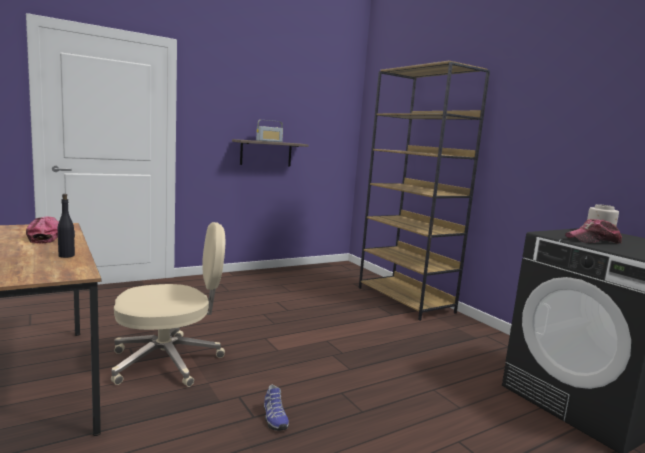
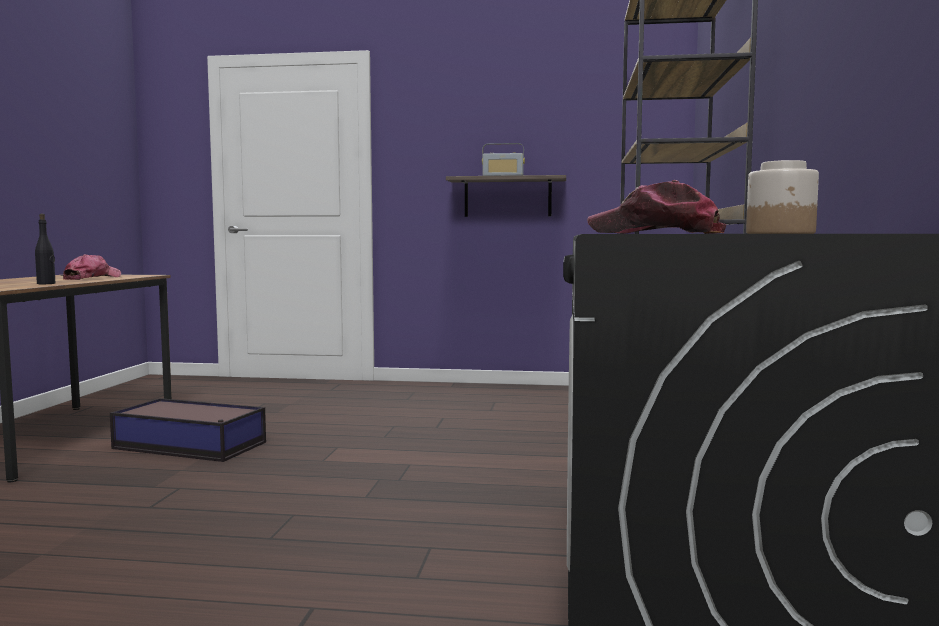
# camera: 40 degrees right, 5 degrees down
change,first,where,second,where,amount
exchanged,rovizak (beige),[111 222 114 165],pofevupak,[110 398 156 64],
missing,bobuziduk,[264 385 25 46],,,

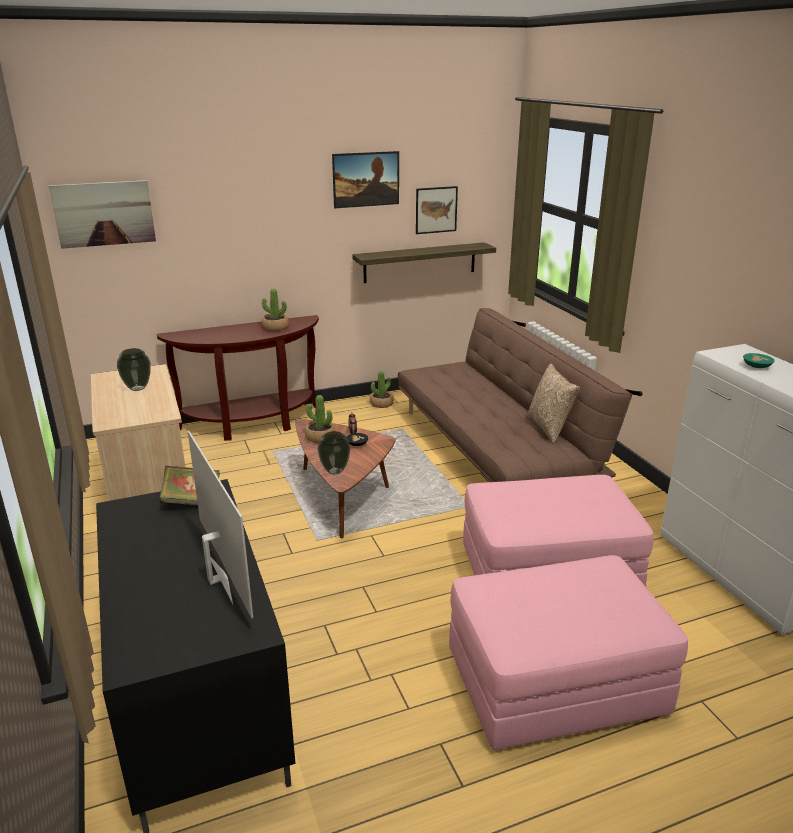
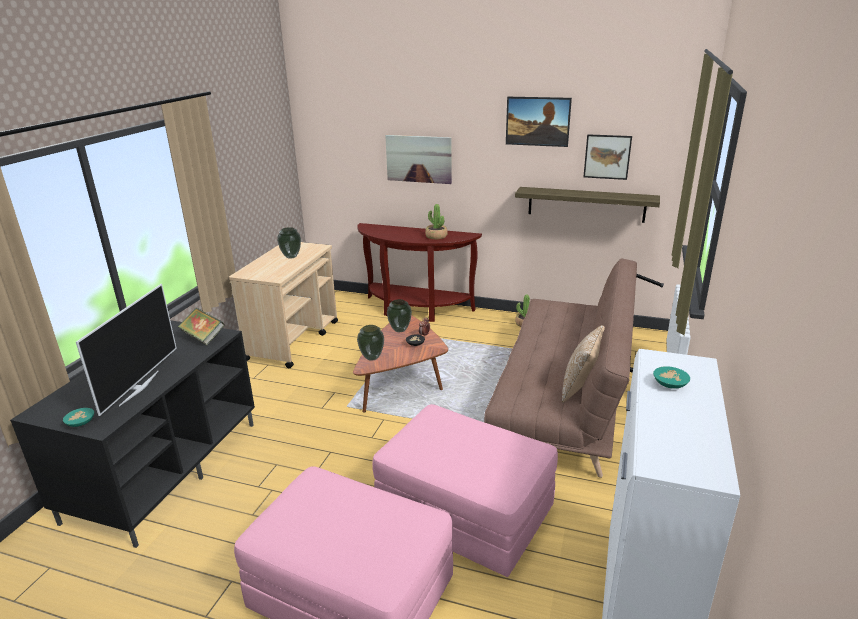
# camera: 40 degrees right, 0 degrees up
change,first,where,second,where,amount
relocated,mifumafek,[49 180 107 69],,[385 135 67 49],
exchanged,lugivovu,[305 395 30 48],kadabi,[387 299 25 33],
appeared,,,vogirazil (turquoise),[63 408 31 19],

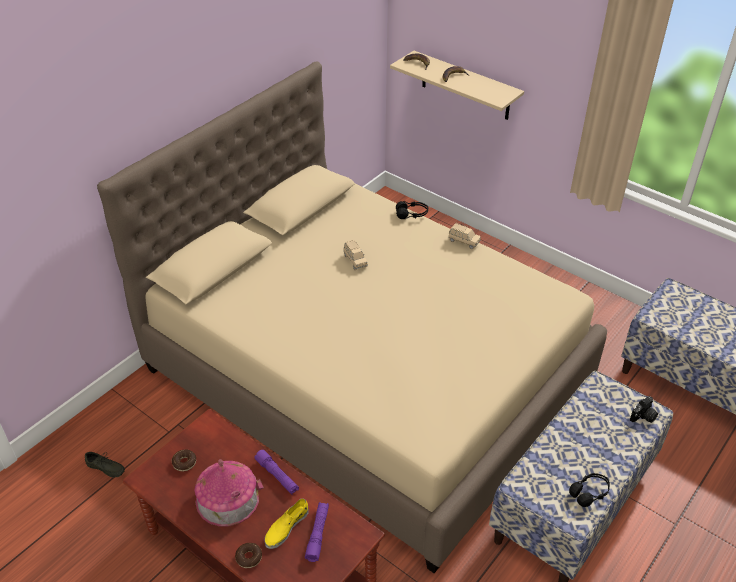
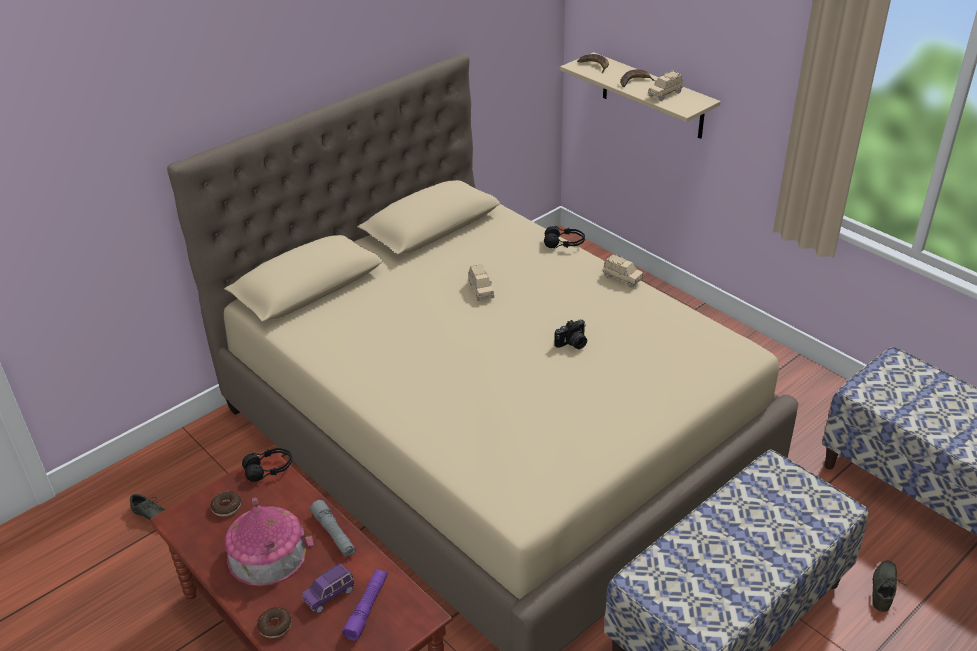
# camera: 10 degrees right, 5 degrees down
change,first,where,second,where,amount
relocated,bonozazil,[630 396 28 27],,[554 319 33 30],
colour,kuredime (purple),[255 450 44 45],kuredime (grey),[310 500 46 57],
relocated,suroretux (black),[569 473 41 34],,[242 448 50 34],
exchanged,bobuziduk (yellow),[265 498 43 51],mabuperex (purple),[302 563 53 50],
appeared,,,mabuperex (beige),[648 71 35 30],
appeared,,,bobuziduk (grey),[872 560 35 52],

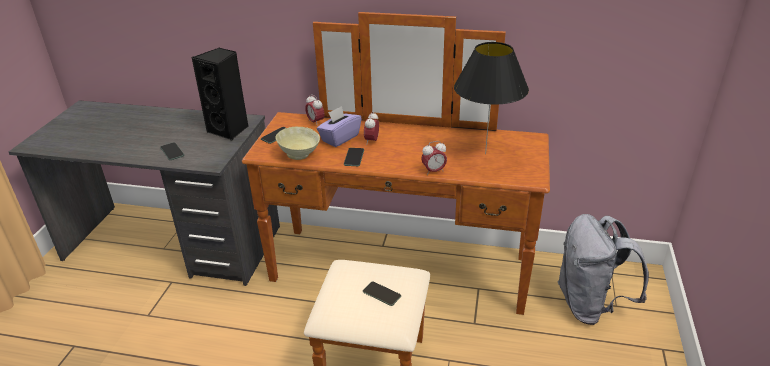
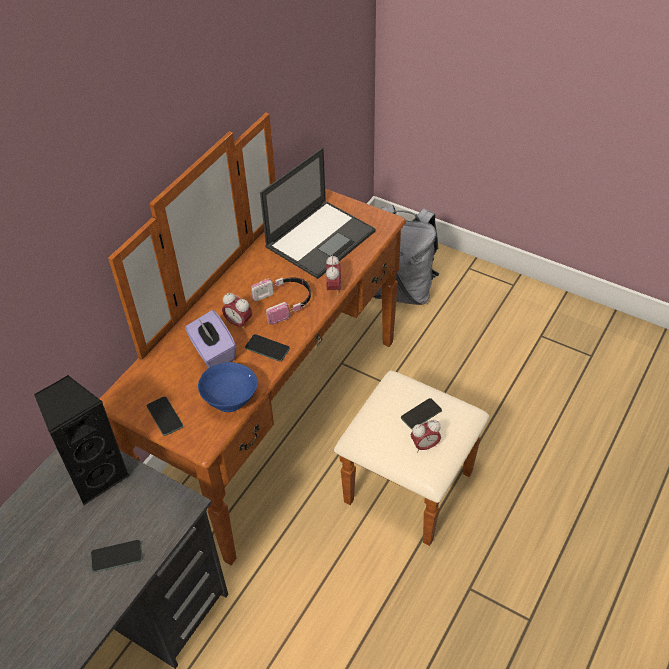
# camera: 70 degrees left, 15 degrees up
change,first,where,second,where,amount
exchanged,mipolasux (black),[454 42 75 112],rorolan,[260 148 116 131],
relocated,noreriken,[305 94 20 30],,[411 420 30 33],
colour,vogirazil (beige),[276 127 44 33],vogirazil (blue),[198 362 60 50],
appeared,,,suroretux,[251 277 60 48],

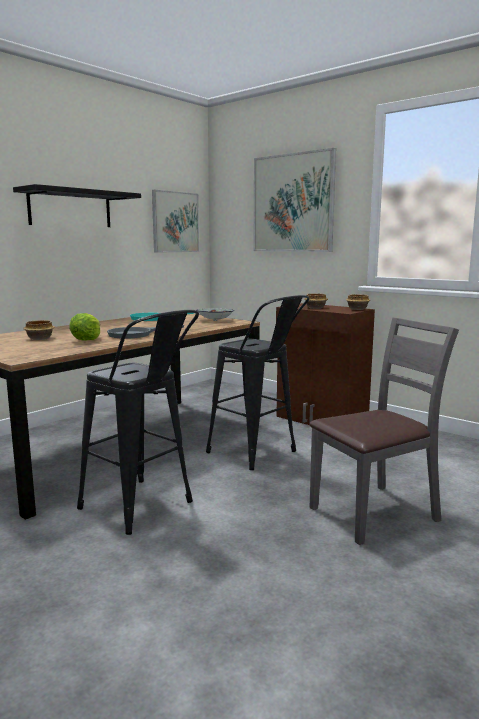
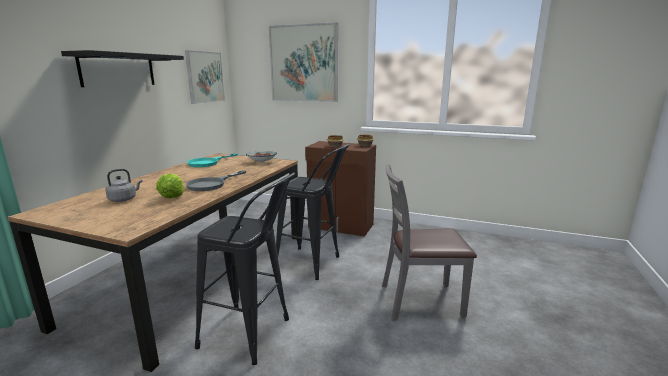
# camera: 20 degrees left, 5 degrees up
change,first,where,second,where,amount
spun,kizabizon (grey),[309 317 150 228],,[382 164 95 157],135 degrees counterclockwise
exchanged,vogirazil,[23 320 32 20],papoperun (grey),[105 169 37 33],

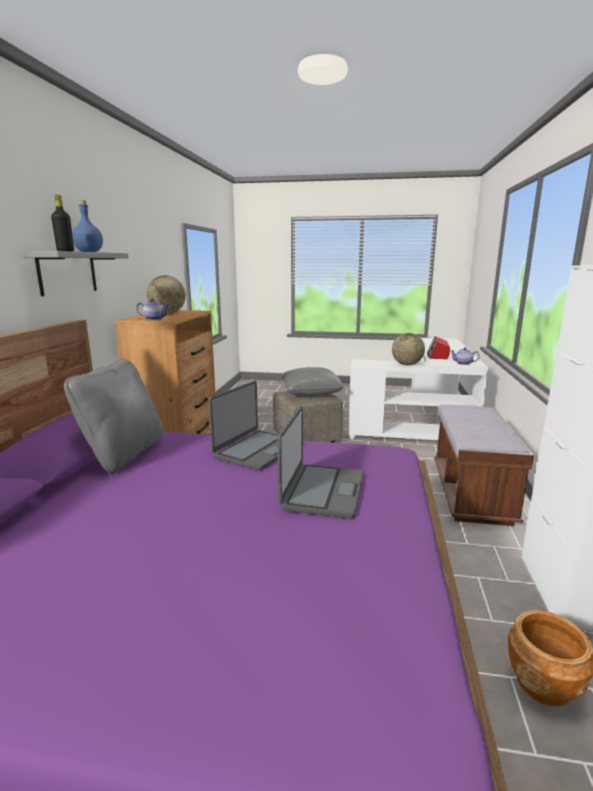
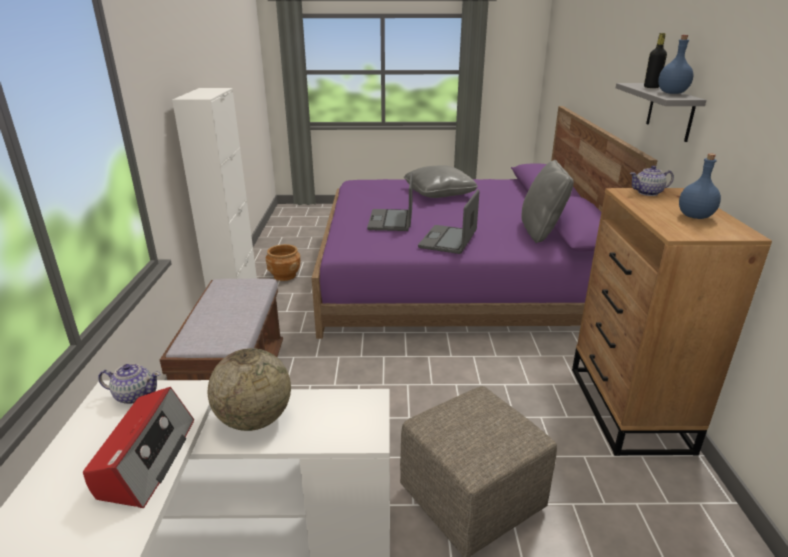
# camera: 170 degrees right, 10 degrees up
change,first,where,second,where,amount
exchanged,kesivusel,[147 275 39 39],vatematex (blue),[679 153 42 66],
relocated,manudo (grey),[281 367 63 29],,[404 165 74 33],

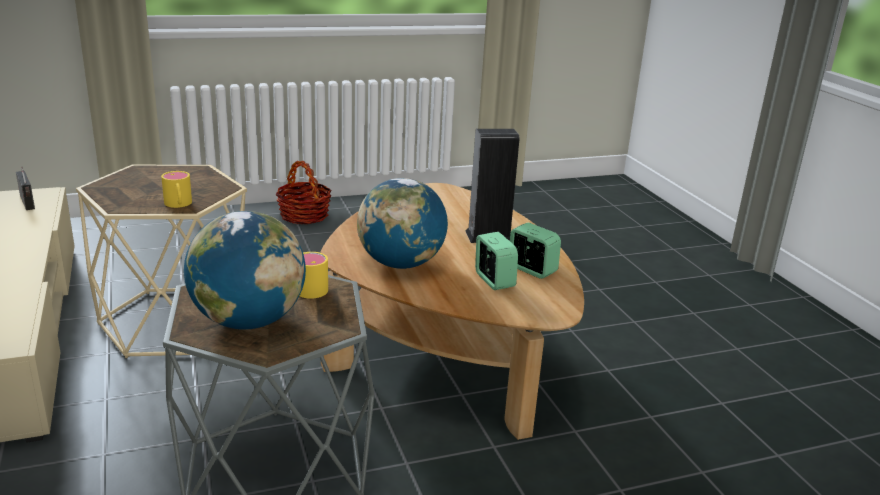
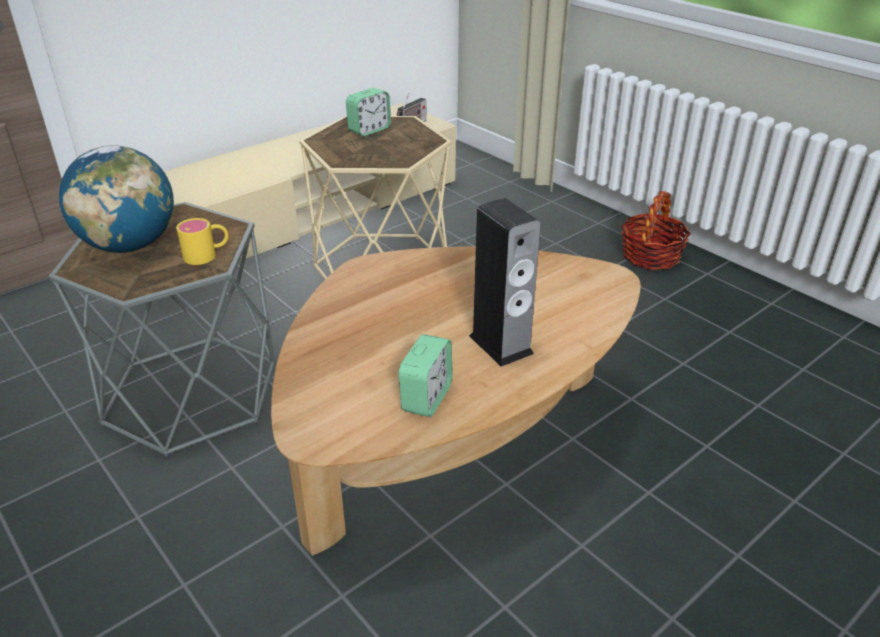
# camera: 70 degrees right, 10 degrees up
change,first,where,second,where,amount
missing,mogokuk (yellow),[161 171 31 37],,,
missing,kesivusel,[357 178 91 91],,,
relocated,noreriken,[475 232 43 58],,[346 88 45 48],

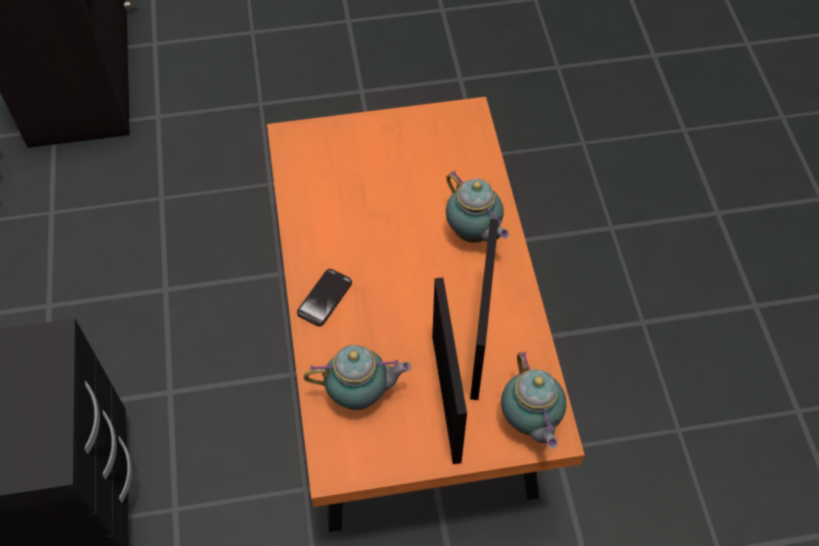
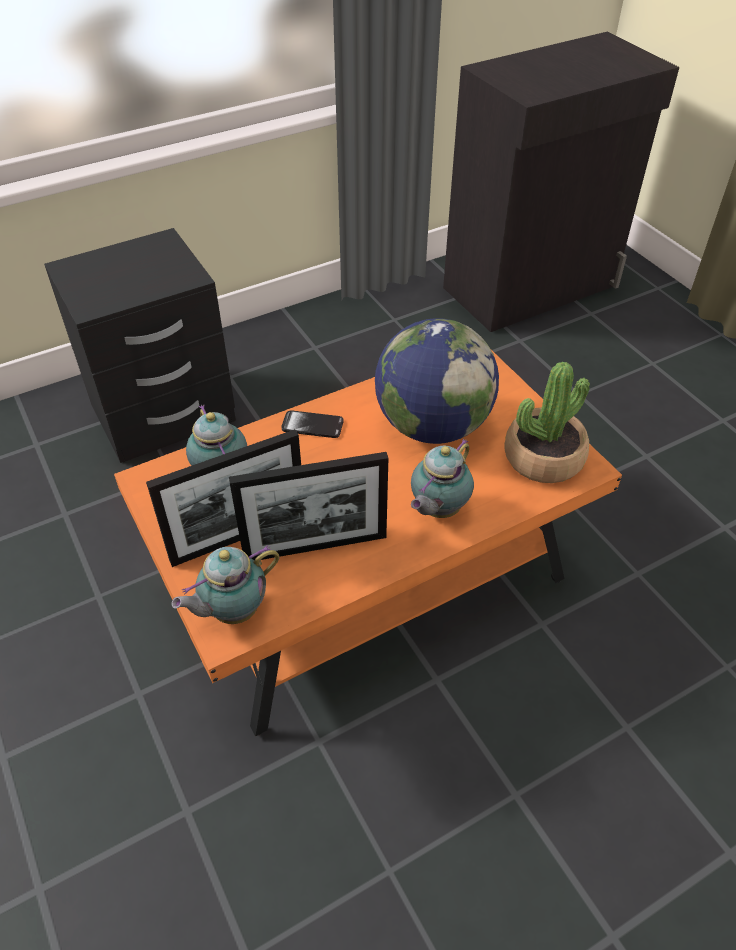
# camera: 70 degrees right, 10 degrees down
change,first,where,second,where,amount
appeared,,,kesivusel,[375 318 124 126],
appeared,,,lugivovu,[504 362 86 121],

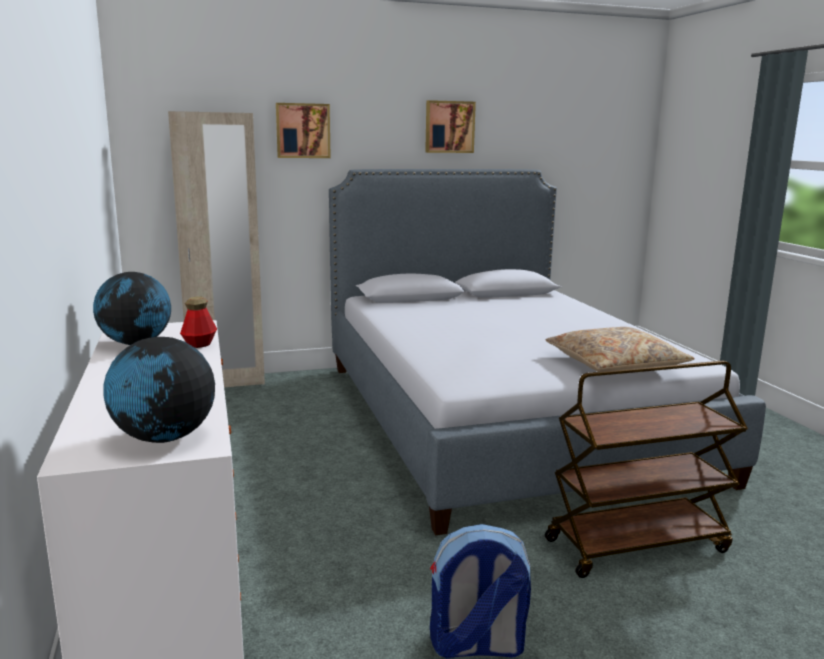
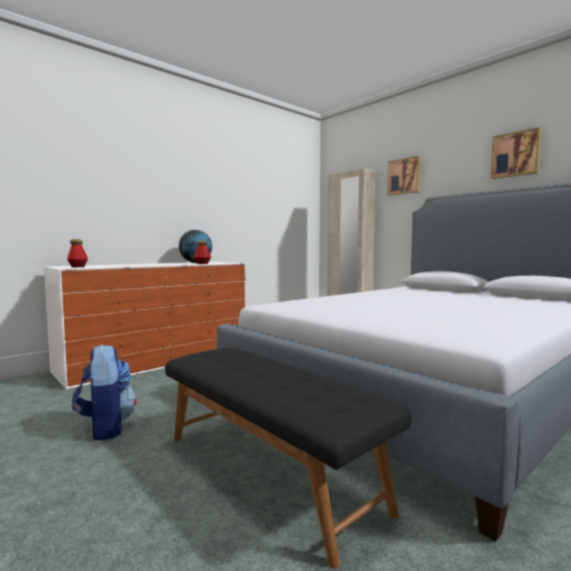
# camera: 65 degrees right, 10 degrees down
change,first,where,second,where,amount
missing,manudo (beige),[546 327 149 45],,,
exchanged,kesivusel,[103 337 112 106],vatematex,[67 239 21 28],
exchanged,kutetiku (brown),[545 361 203 217],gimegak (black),[165 348 247 221],

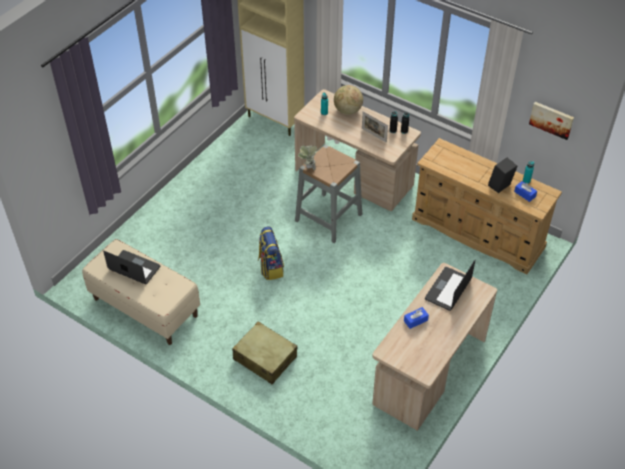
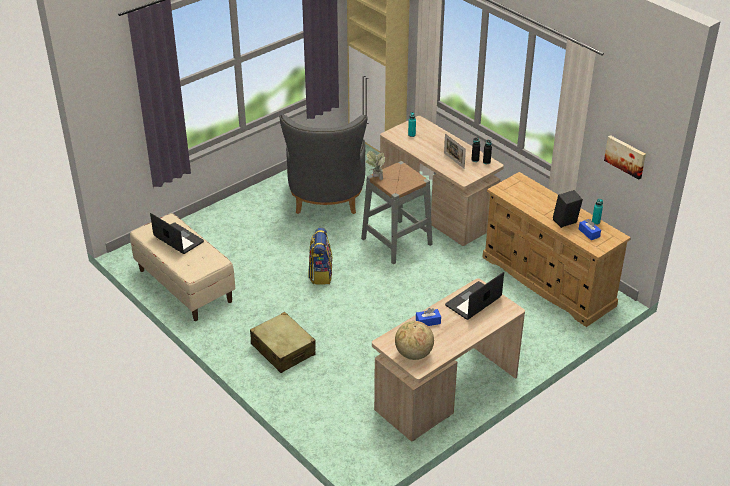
# camera: 15 degrees right, 10 degrees down
change,first,where,second,where,amount
relocated,kesivusel,[334 85 29 30],,[395 321 39 39],
appeared,,,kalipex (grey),[280 115 87 99],

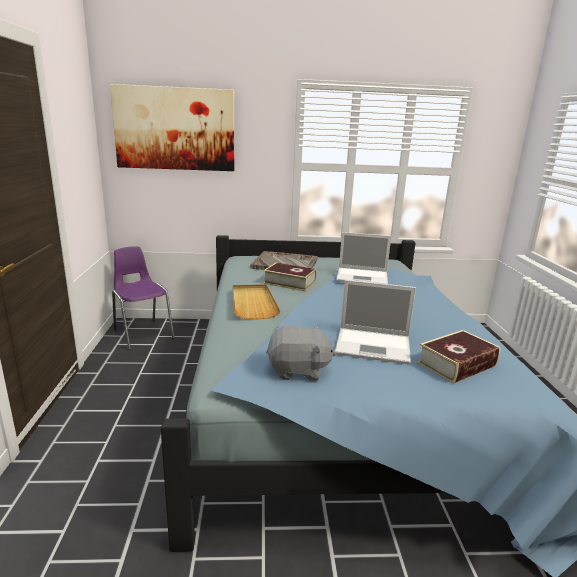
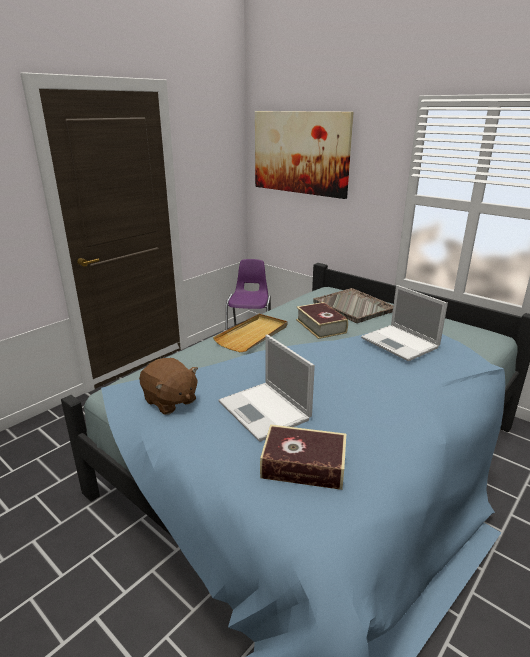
# camera: 45 degrees right, 5 degrees up
change,first,where,second,where,amount
colour,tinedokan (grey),[266 325 71 56],tinedokan (brown),[139 358 59 57],

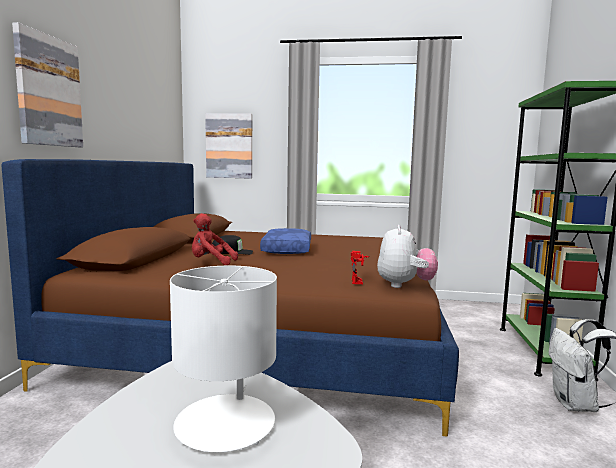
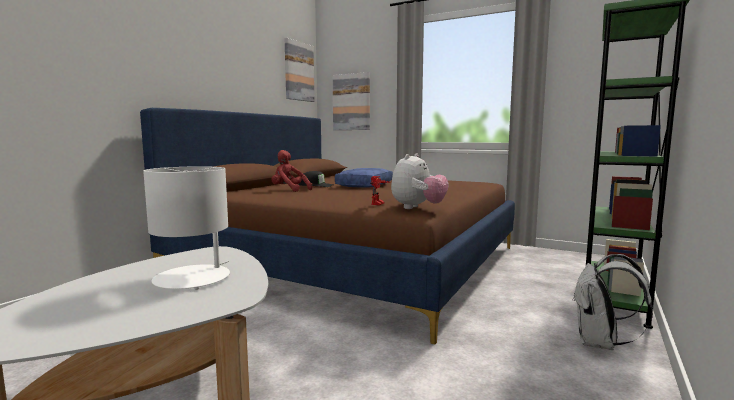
# camera: 20 degrees right, 0 degrees up
change,first,where,second,where,amount
relocated,mifumafek,[12 22 71 125],,[285 38 30 64],

